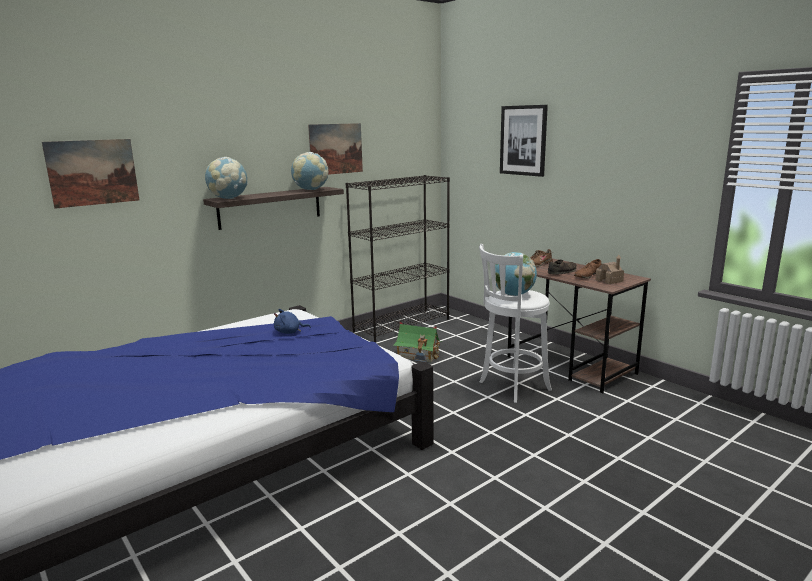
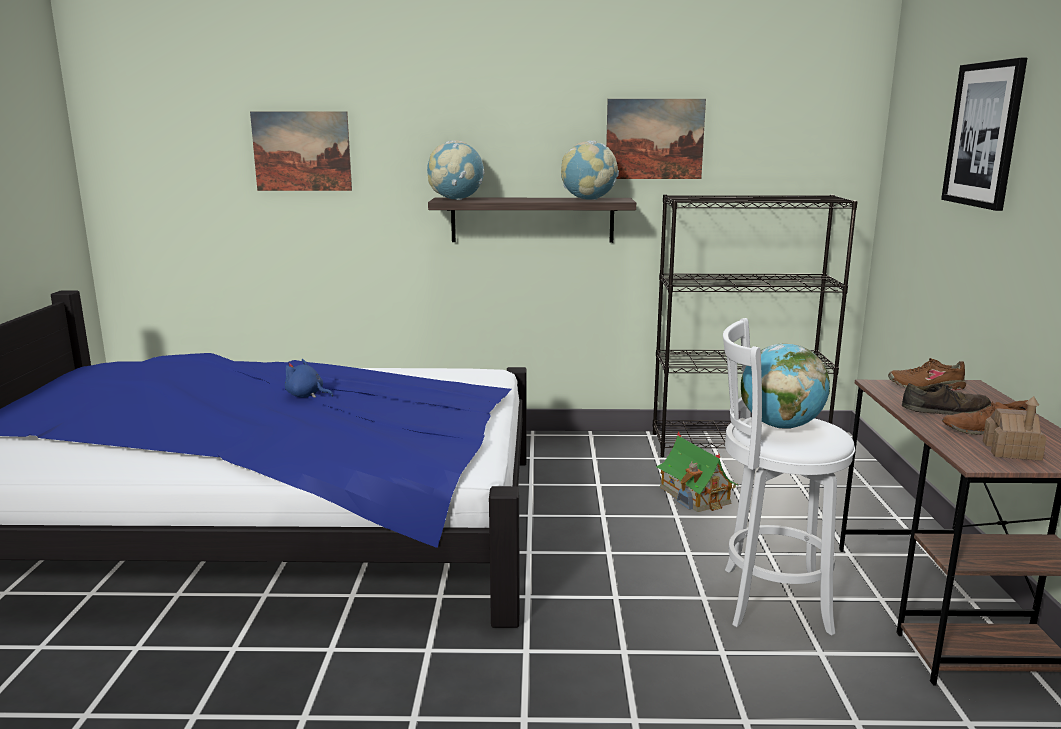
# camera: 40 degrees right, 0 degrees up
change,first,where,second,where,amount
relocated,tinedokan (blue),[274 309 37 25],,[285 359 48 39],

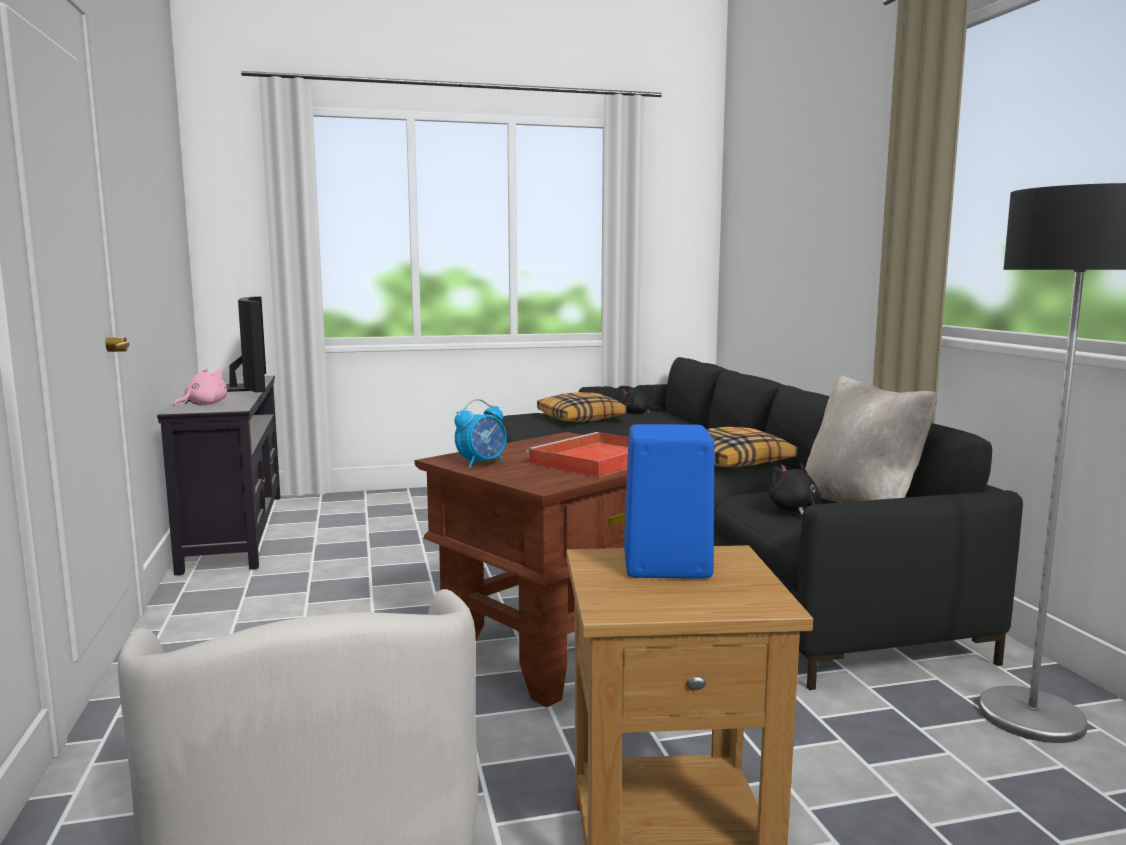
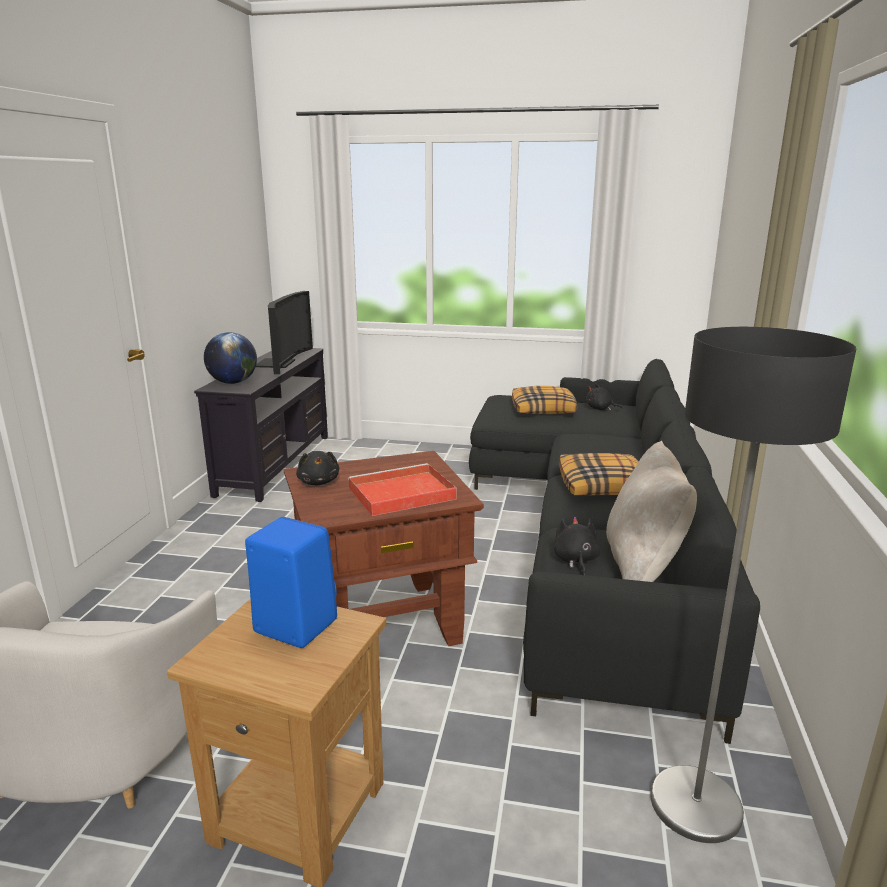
# camera: 25 degrees right, 10 degrees up
change,first,where,second,where,amount
exchanged,tinedokan (pink),[174 368 53 38],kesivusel,[204 332 53 52],
exchanged,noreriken,[454 399 53 69],tinedokan (black),[296 451 43 34],

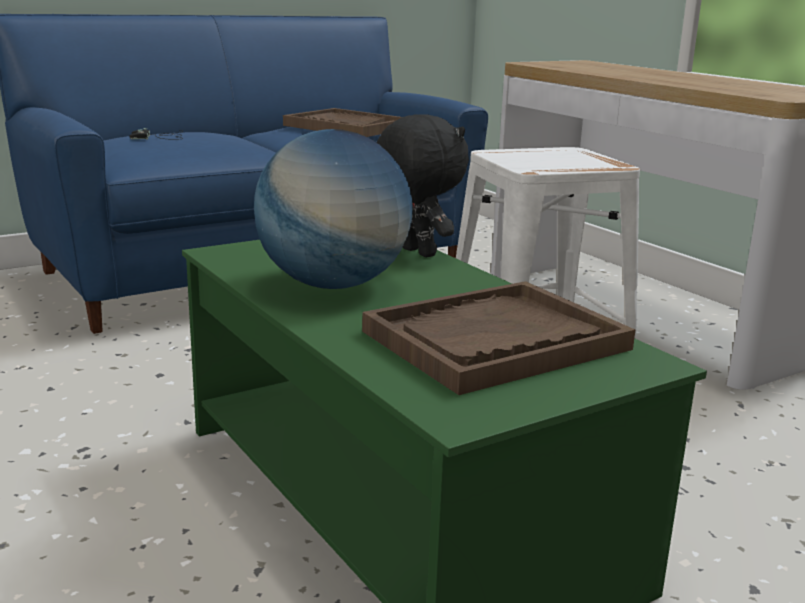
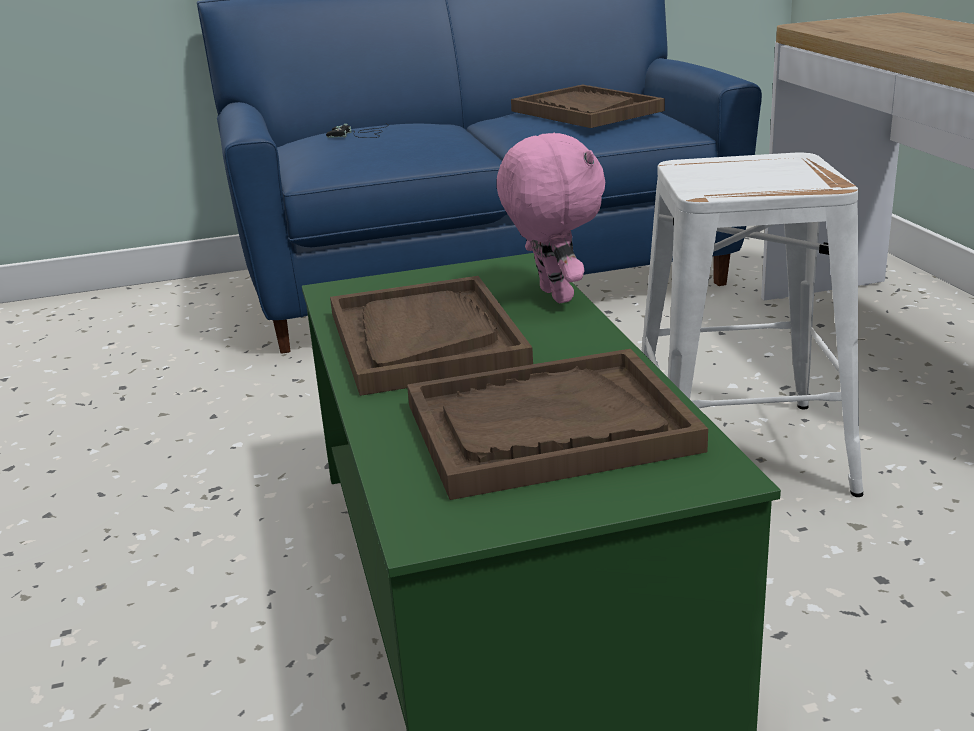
# camera: 20 degrees right, 5 degrees up
change,first,where,second,where,amount
colour,tinedokan (black),[376 114 93 143],tinedokan (pink),[497 133 108 170],
exchanged,kesivusel,[254 129 159 160],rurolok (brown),[330 276 203 120],

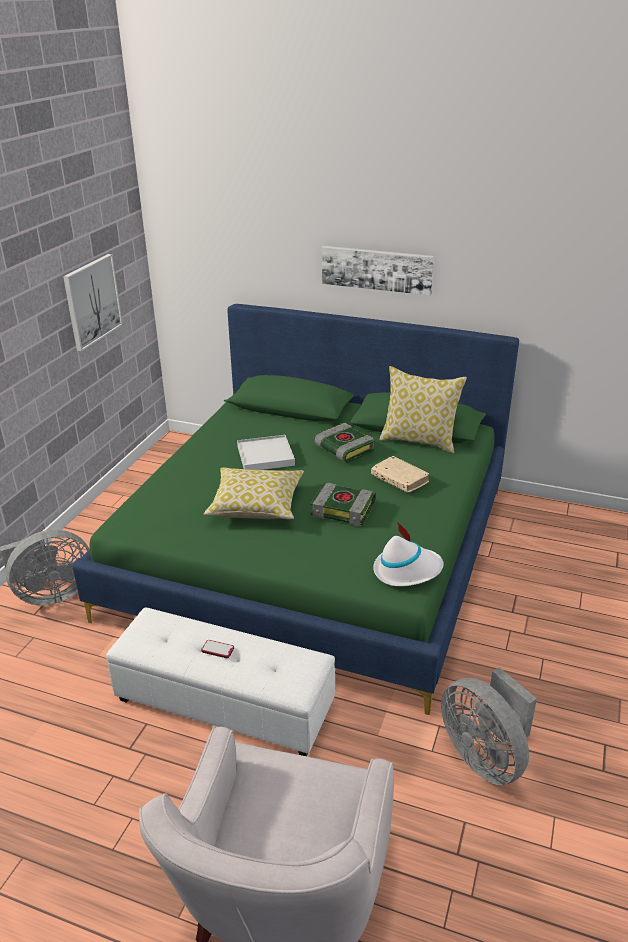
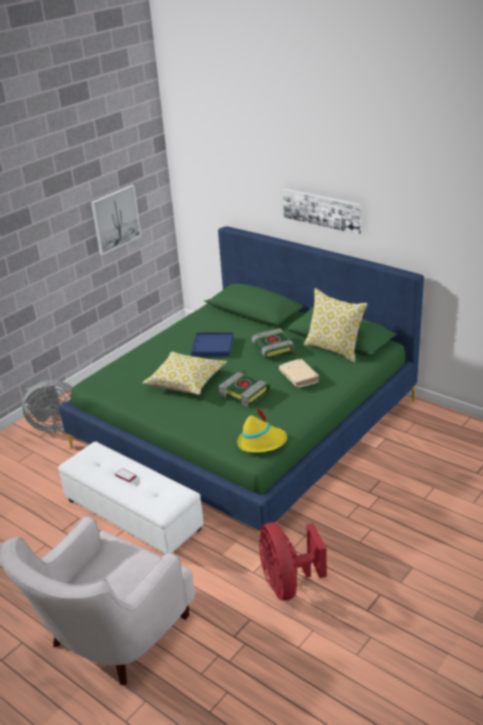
# camera: 20 degrees right, 0 degrees up
change,first,where,second,where,amount
colour,rurolok (white),[237 435 58 35],rurolok (blue),[191 332 42 25],
colour,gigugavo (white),[373 522 71 65],gigugavo (yellow),[237 405 50 47],
colour,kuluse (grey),[441 667 96 118],kuluse (red),[259 522 68 79],

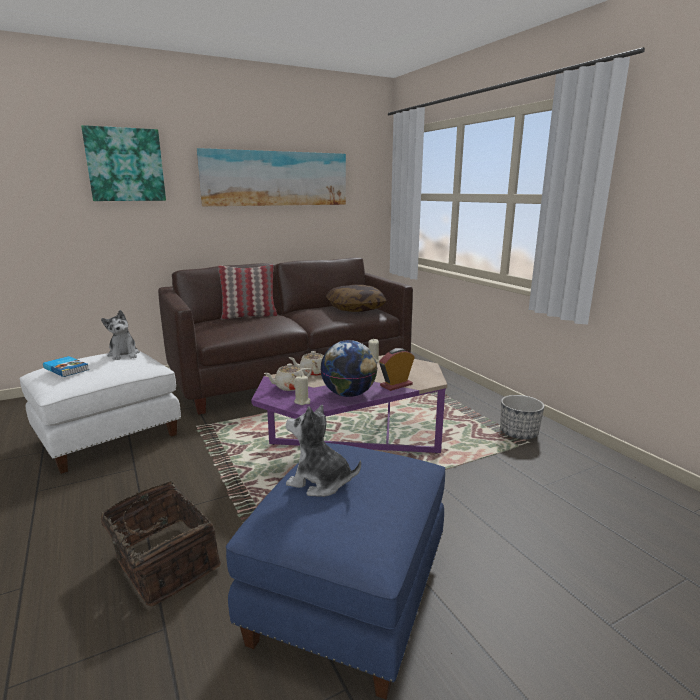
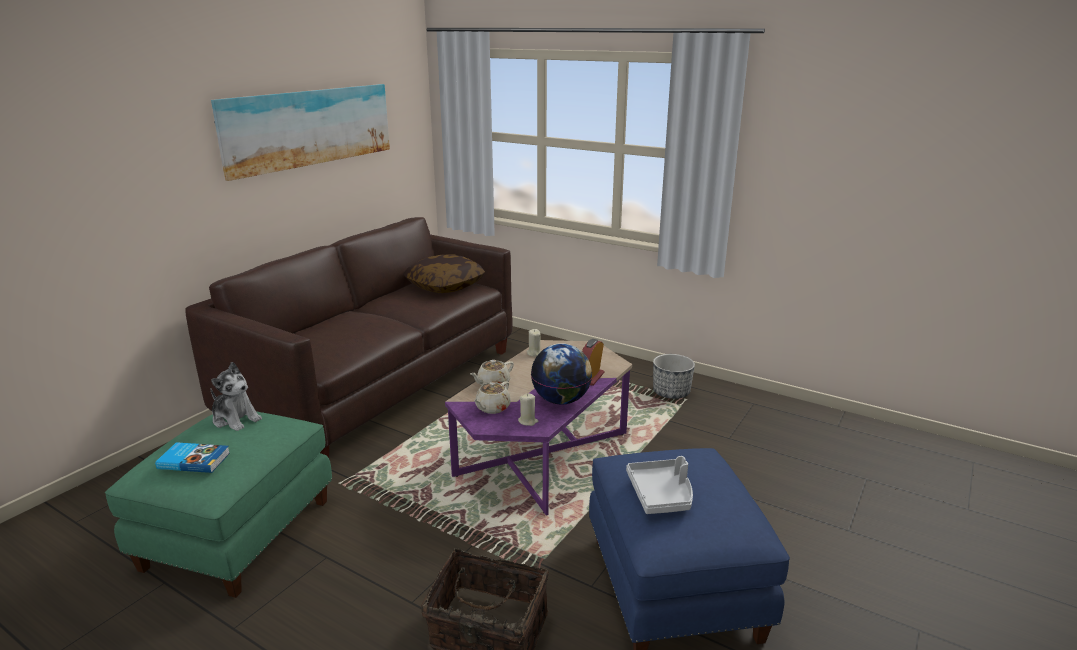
# camera: 30 degrees left, 5 degrees up
change,first,where,second,where,amount
missing,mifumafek,[81 125 85 76],,,
missing,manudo,[218 264 59 55],,,
colour,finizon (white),[20 352 161 122],finizon (green),[105 411 227 187],
exchanged,tinedokan,[286 405 75 92],rurolok (grey),[626 456 67 58],

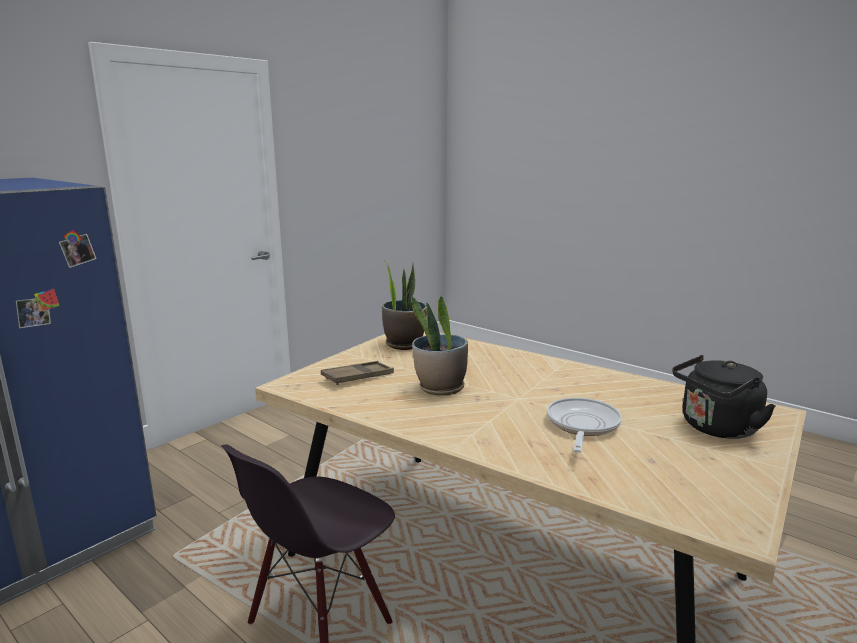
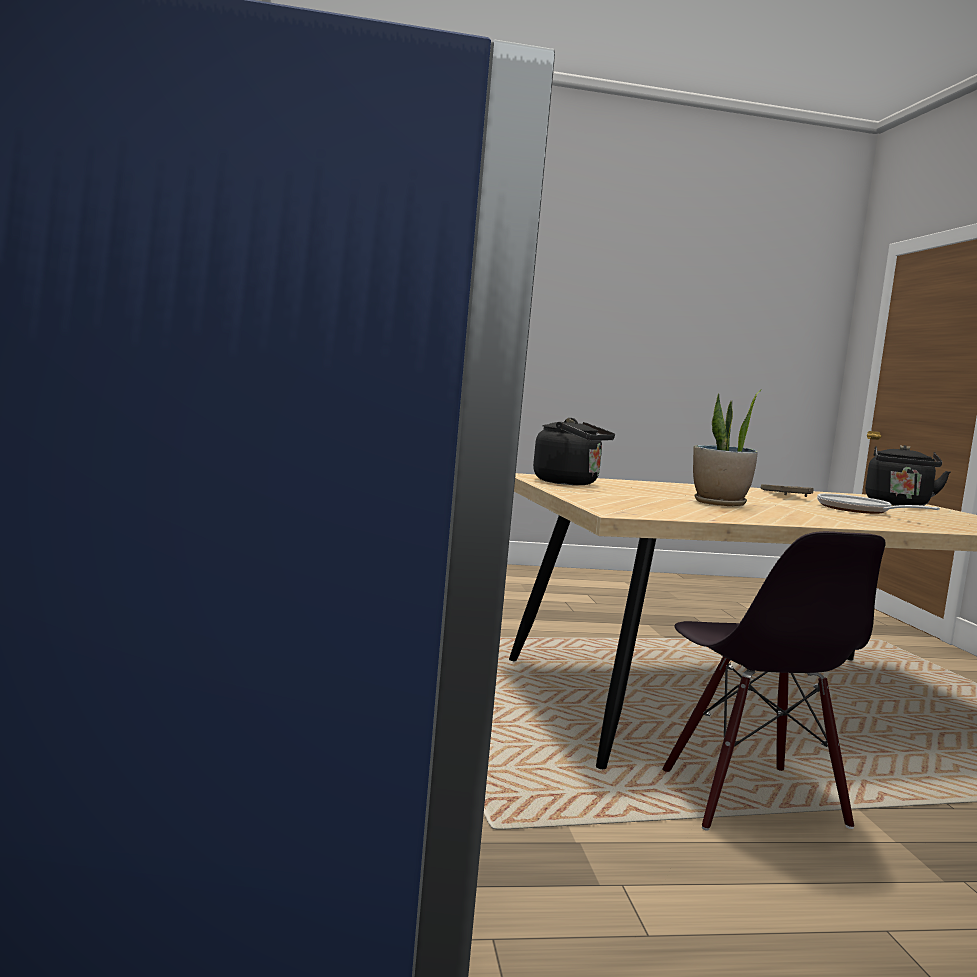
# camera: 50 degrees left, 10 degrees down
change,first,where,second,where,amount
exchanged,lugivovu,[382 260 45 90],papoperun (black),[533 418 82 67],
relocated,rurolok (brown),[321 361 73 24],,[761 484 52 13],

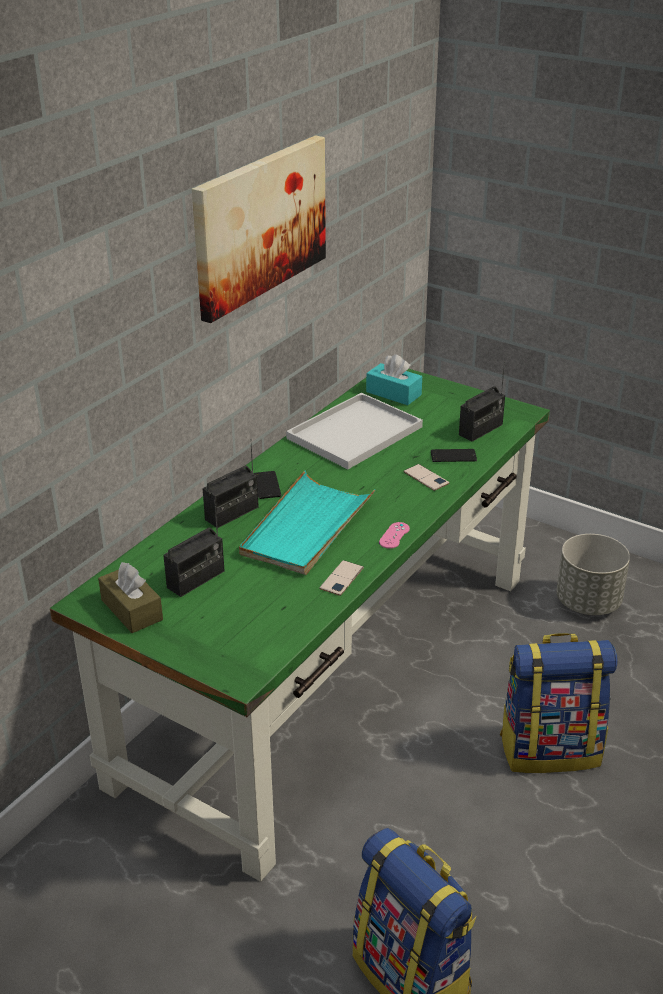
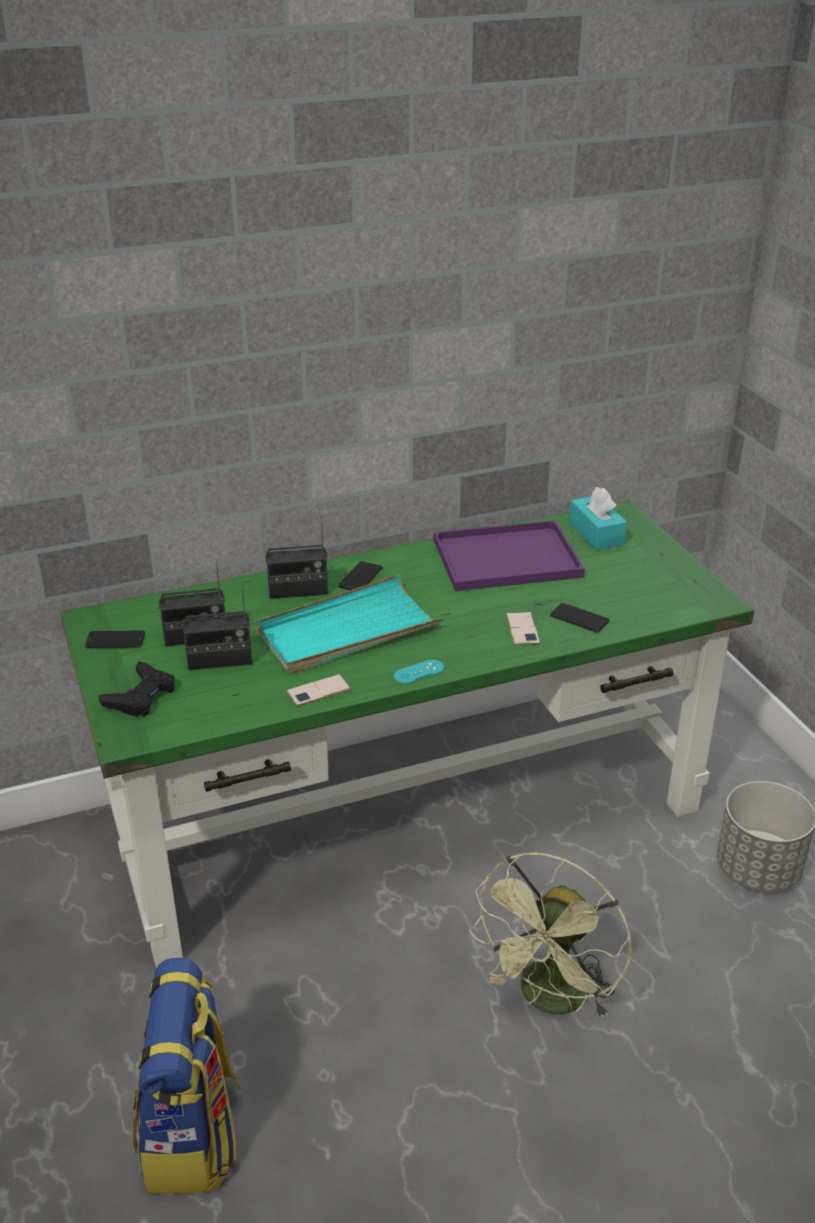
# camera: 35 degrees right, 0 degrees up
change,first,where,second,where,amount
missing,mifumafek,[192 135 134 188],,,
relocated,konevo,[459 361 46 81],,[182 582 71 89],
colour,rurolok (white),[286 393 137 76],rurolok (purple),[434 520 151 71],
colour,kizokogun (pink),[379 522 31 27],kizokogun (turquoise),[394 660 50 24],
exchanged,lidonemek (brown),[98 562 65 71],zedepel,[85 631 60 17],
exchanged,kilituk,[500 633 118 140],kuluse (green),[469 852 163 167],
appeared,,,kizokogun (black),[98 661 77 56],

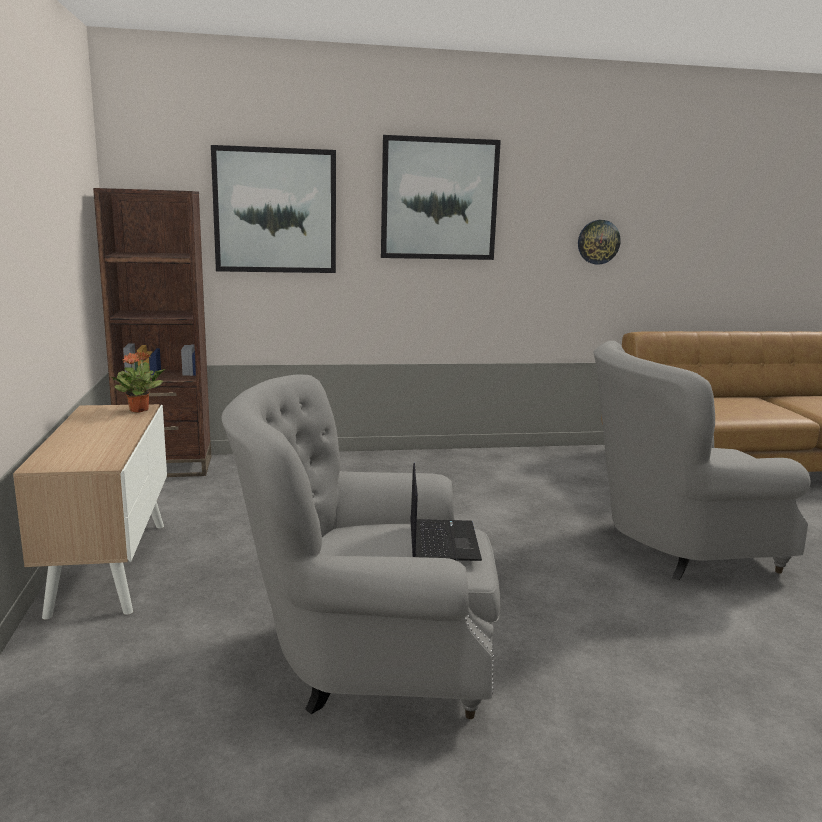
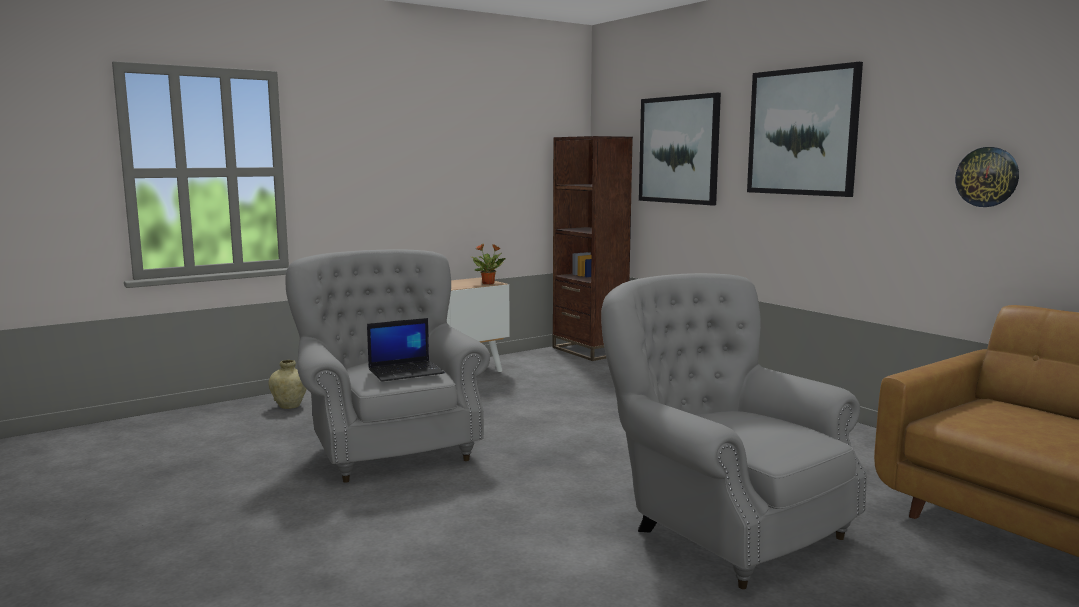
# camera: 65 degrees right, 5 degrees down
change,first,where,second,where,amount
appeared,,,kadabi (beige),[268 360 39 49],

